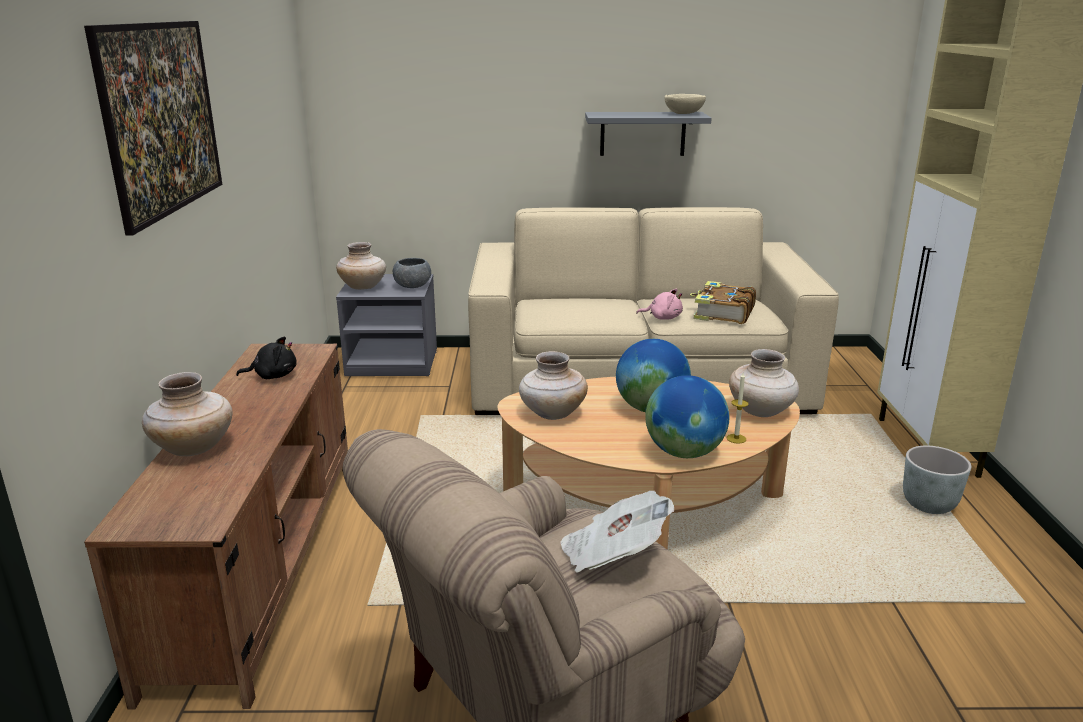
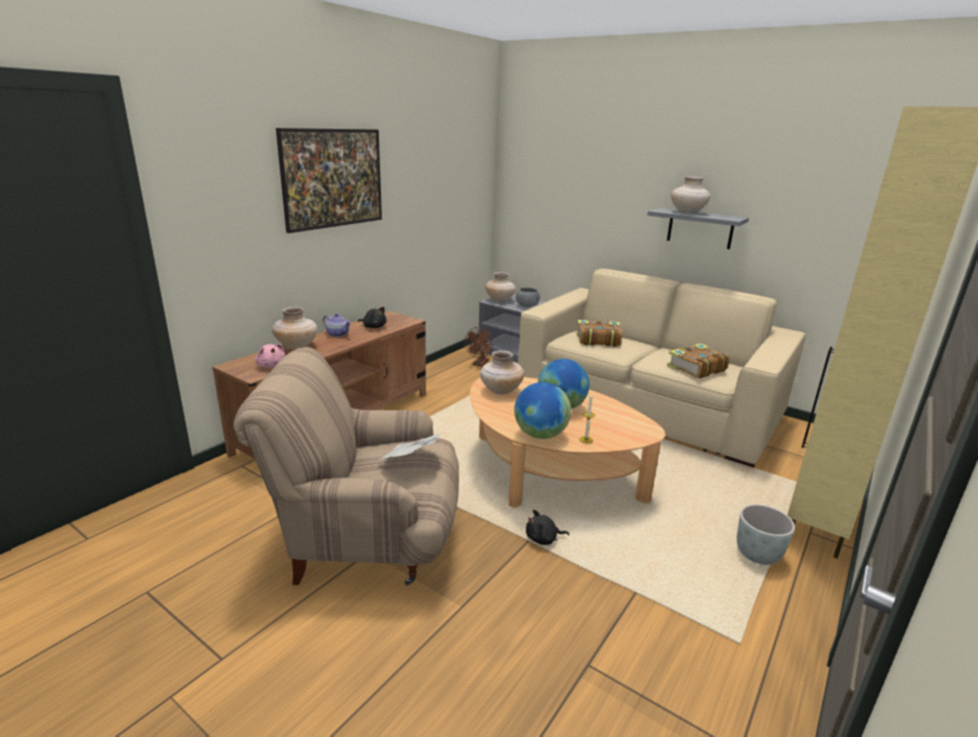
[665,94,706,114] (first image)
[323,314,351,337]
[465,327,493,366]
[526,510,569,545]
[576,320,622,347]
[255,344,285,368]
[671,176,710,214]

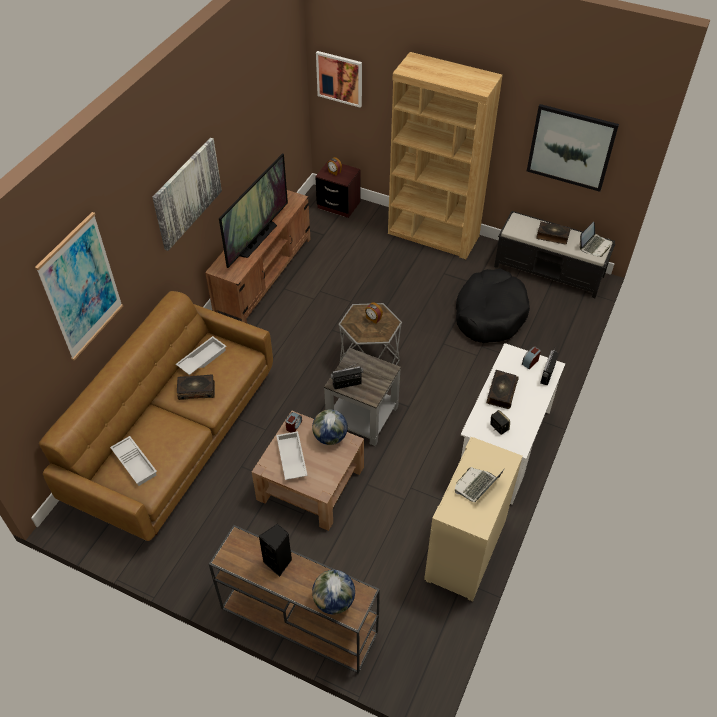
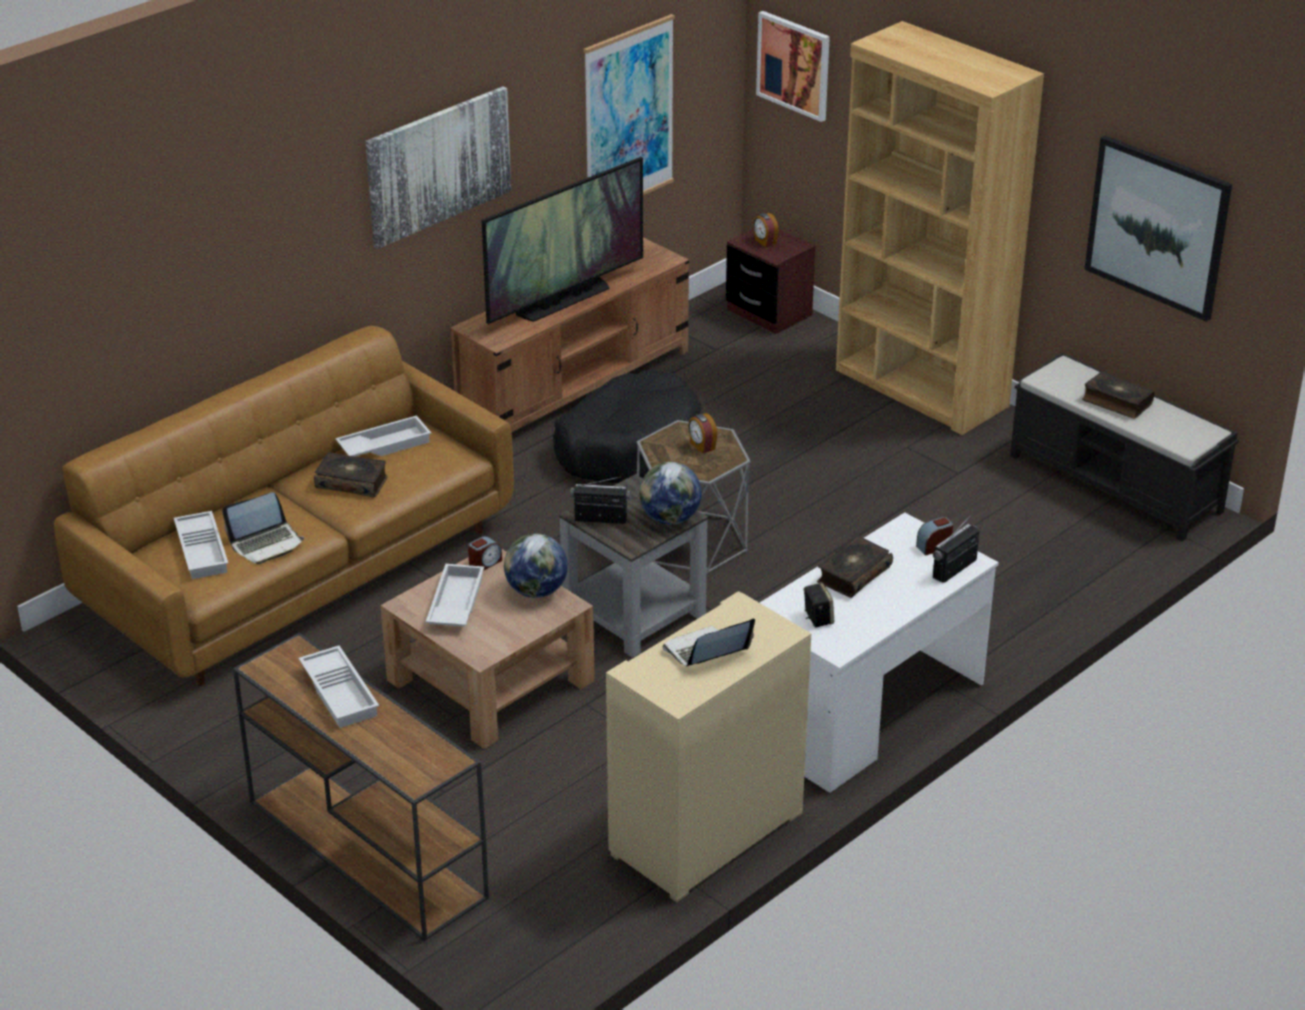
[583,14,675,195]
[639,462,702,525]
[553,369,701,483]
[222,492,304,564]
[298,645,379,728]

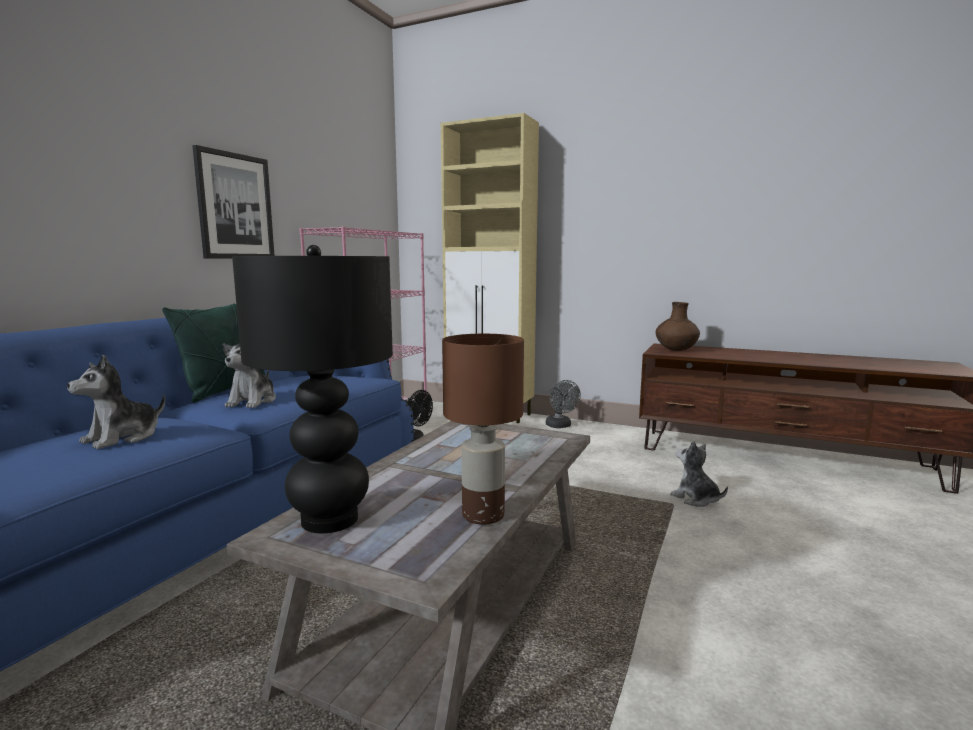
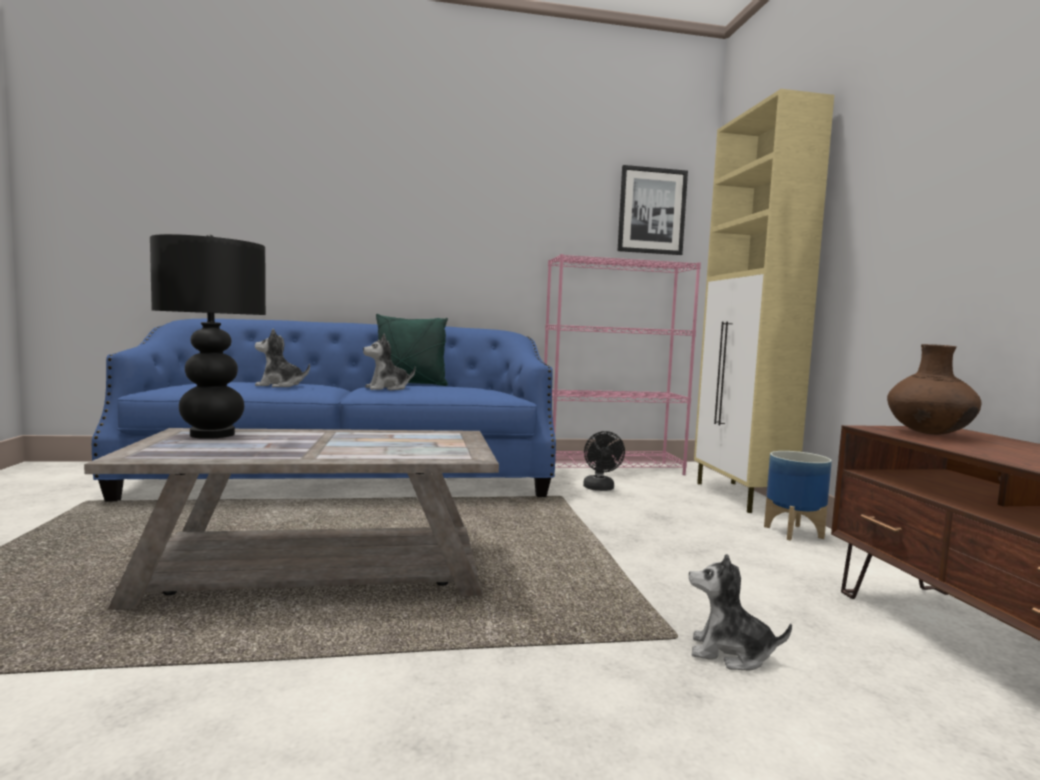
[442,334,524,524] (first image)
[618,165,688,255]
[764,451,832,541]
[689,554,792,670]

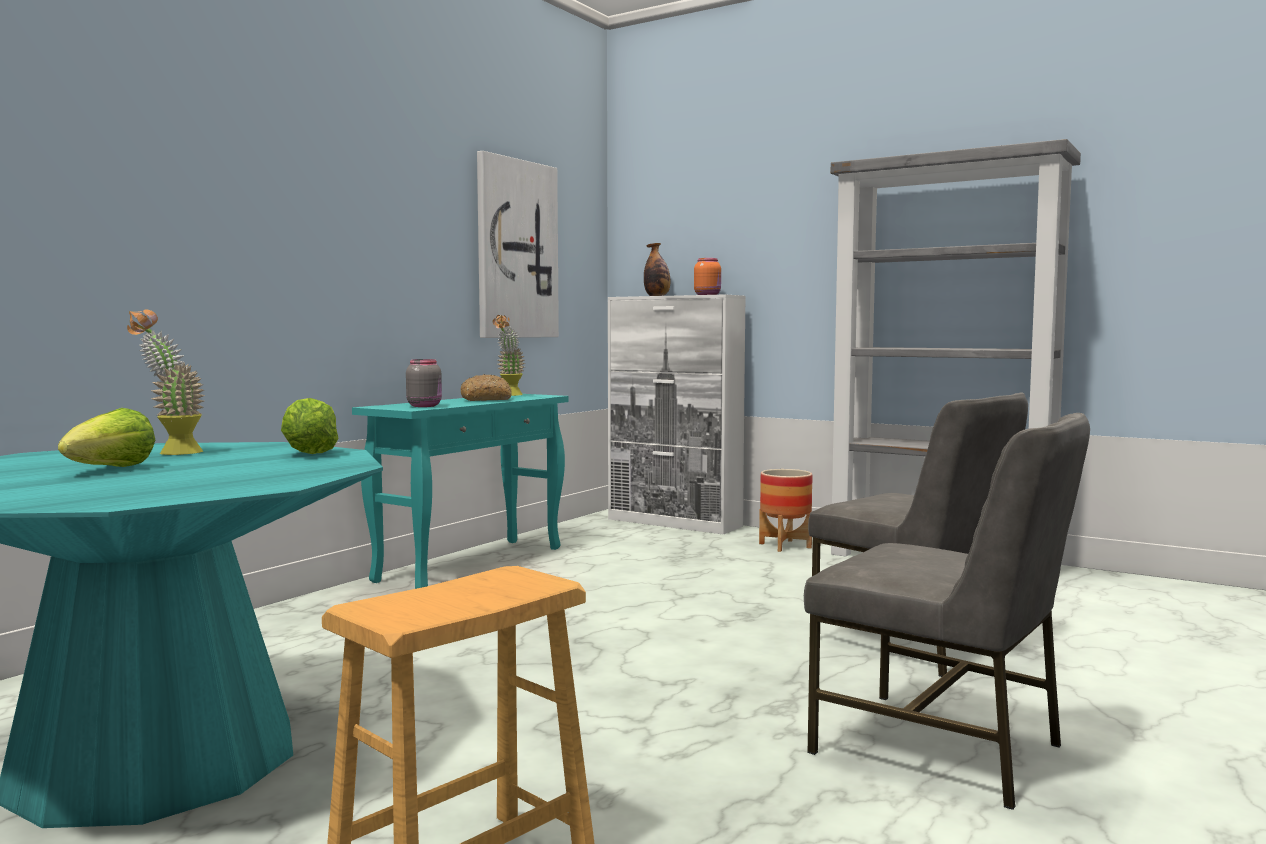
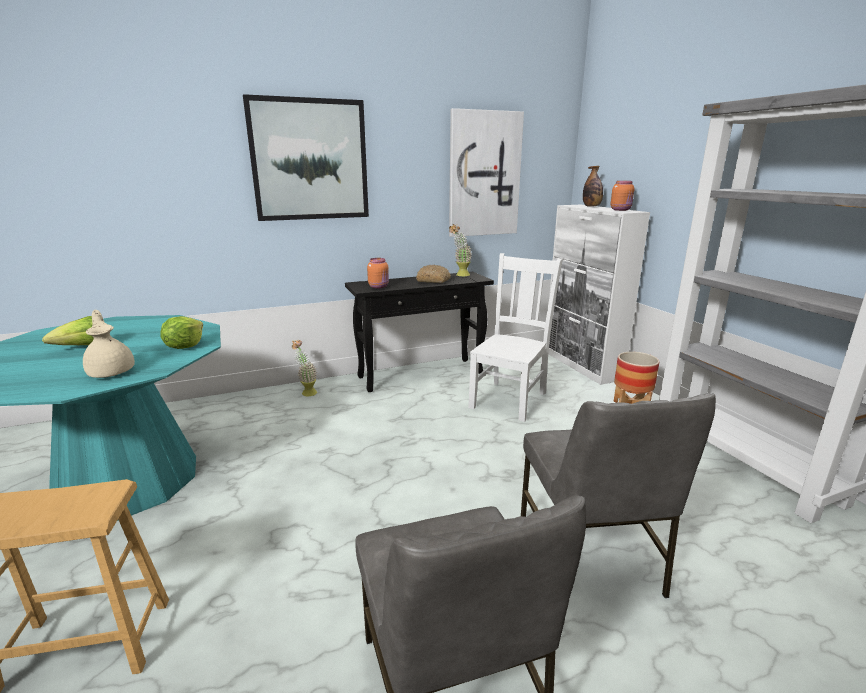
[83,310,135,378]
[243,94,369,221]
[468,253,563,422]
[292,340,317,396]
[345,272,494,392]
[367,258,389,288]

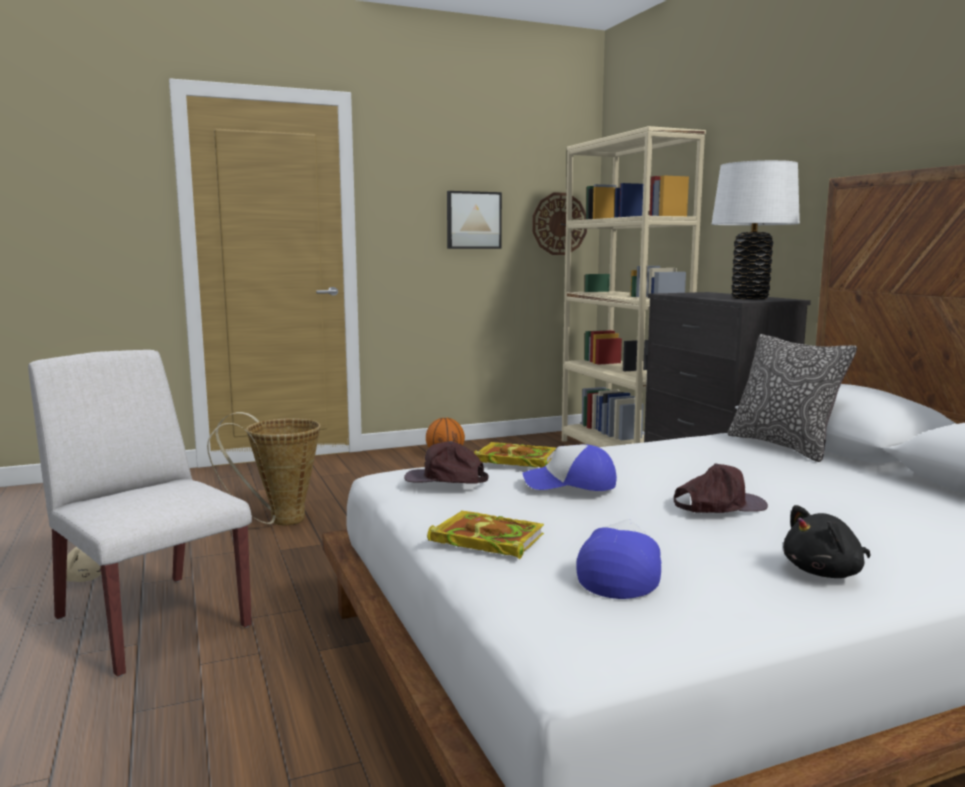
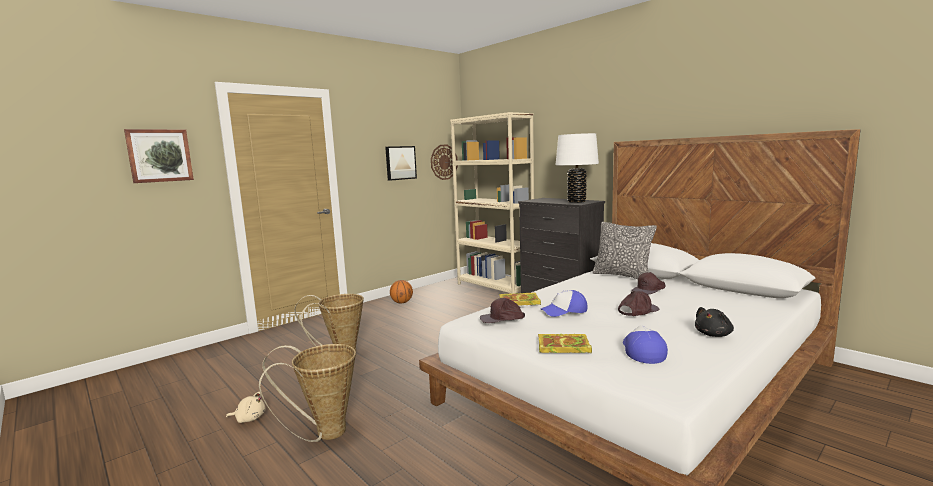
[124,129,194,183]
[631,272,666,294]
[259,344,356,442]

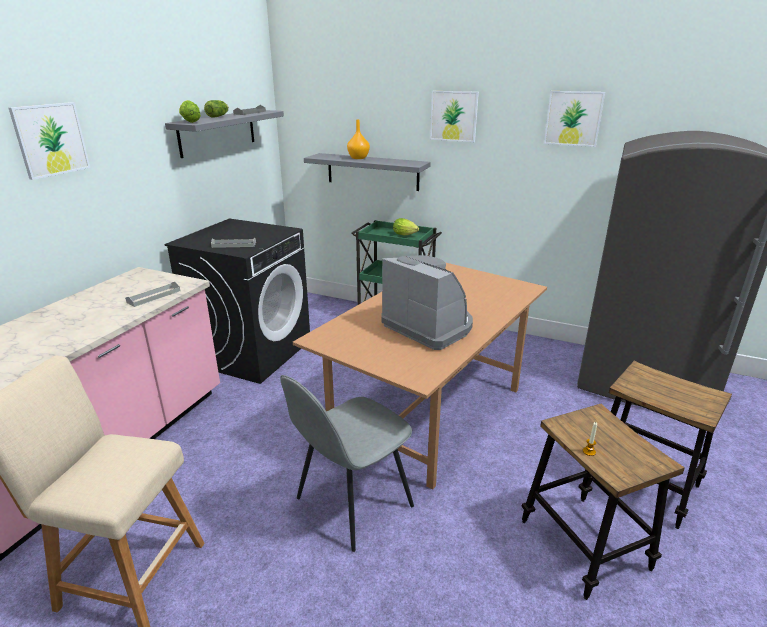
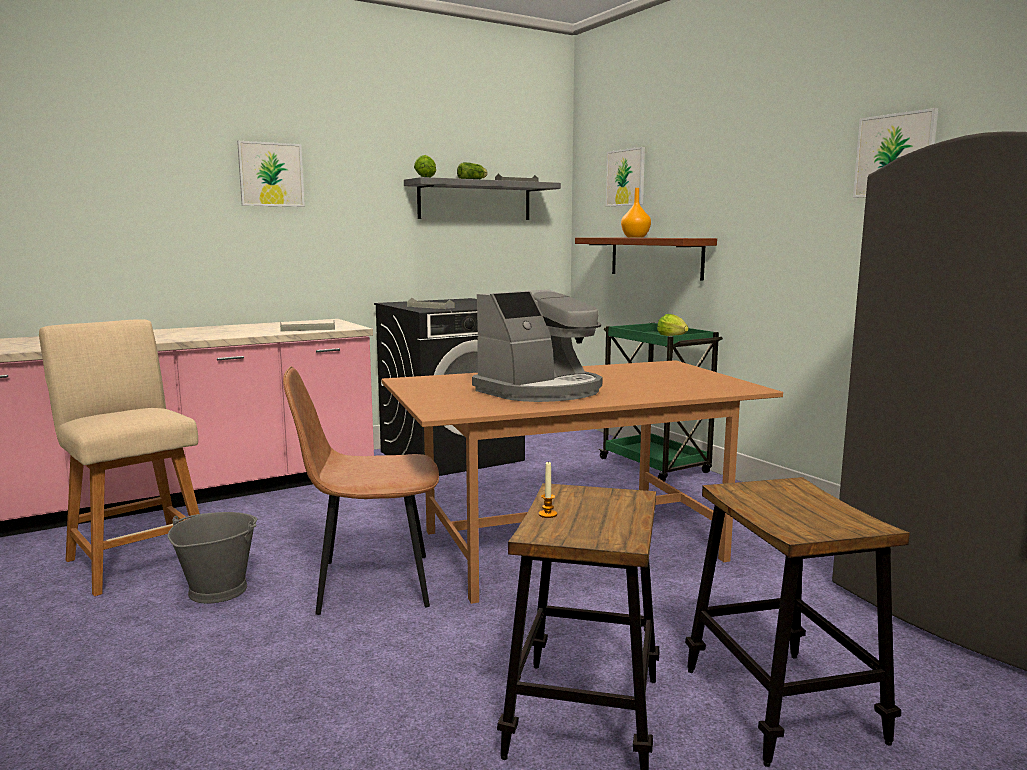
[168,512,257,604]
[606,147,645,206]
[283,366,439,615]
[575,237,717,281]
[472,289,603,402]

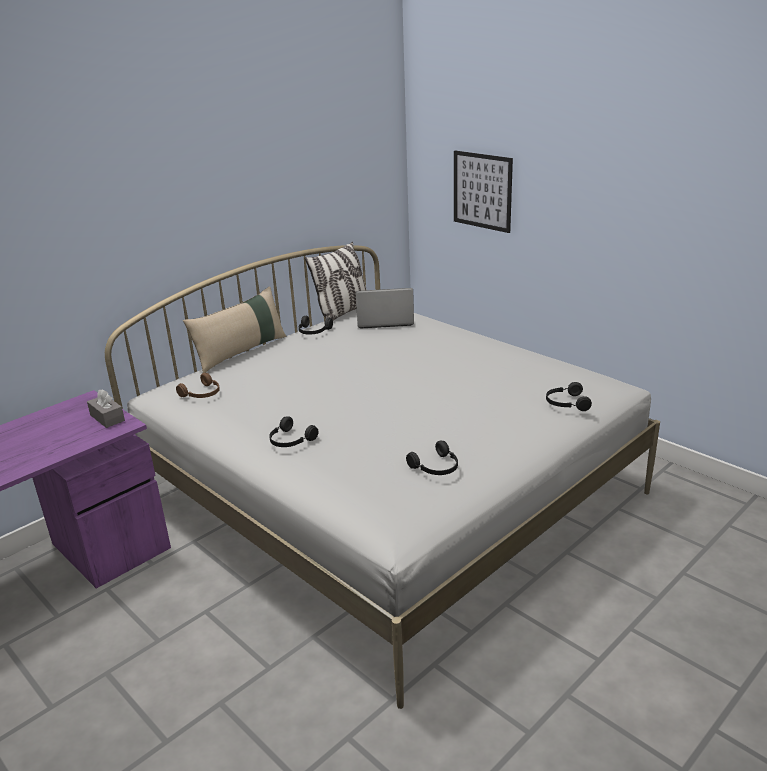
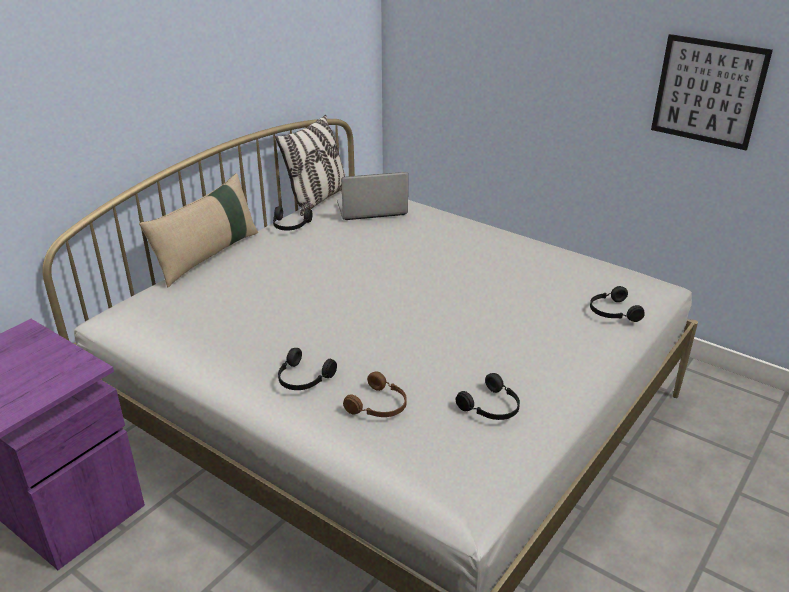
[87,389,125,428] (first image)
[343,371,407,417]
[651,34,773,150]

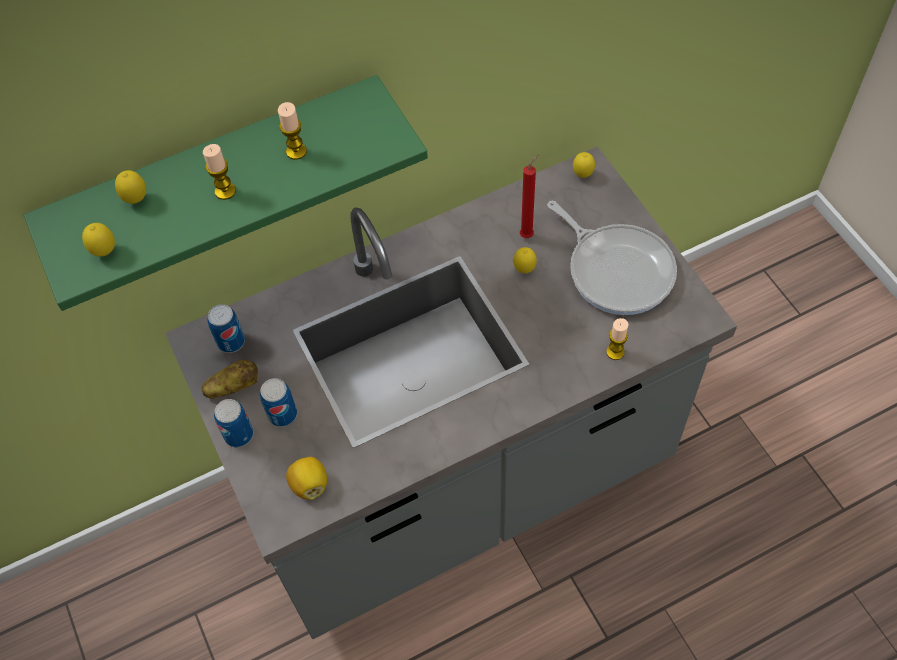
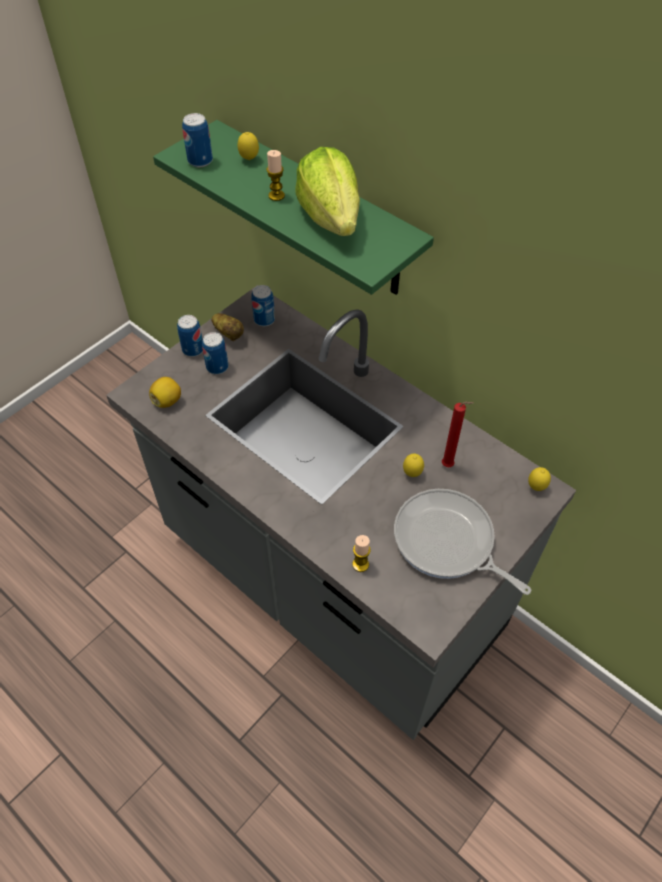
[182,113,213,167]
[295,147,360,236]
[394,489,531,595]

